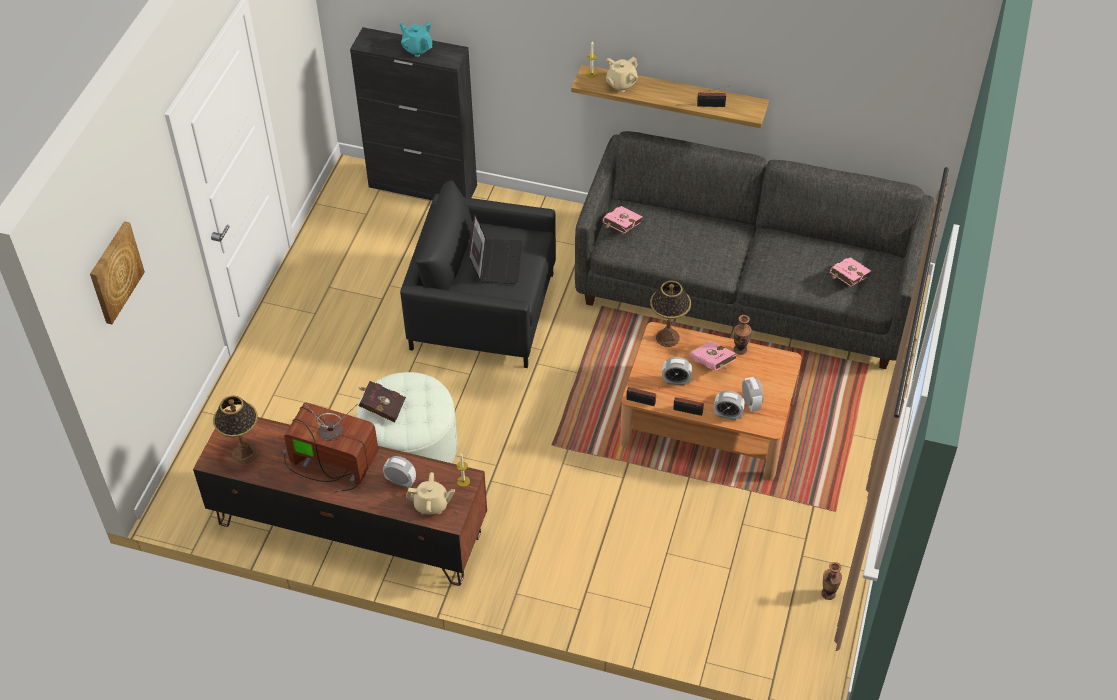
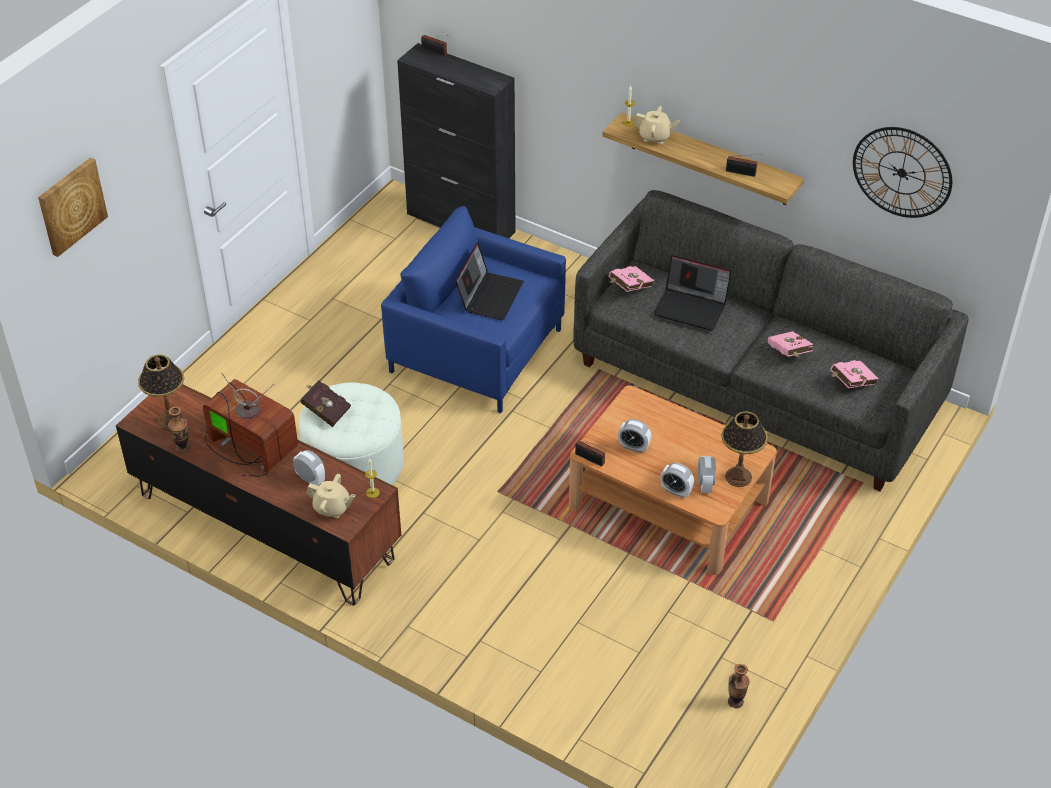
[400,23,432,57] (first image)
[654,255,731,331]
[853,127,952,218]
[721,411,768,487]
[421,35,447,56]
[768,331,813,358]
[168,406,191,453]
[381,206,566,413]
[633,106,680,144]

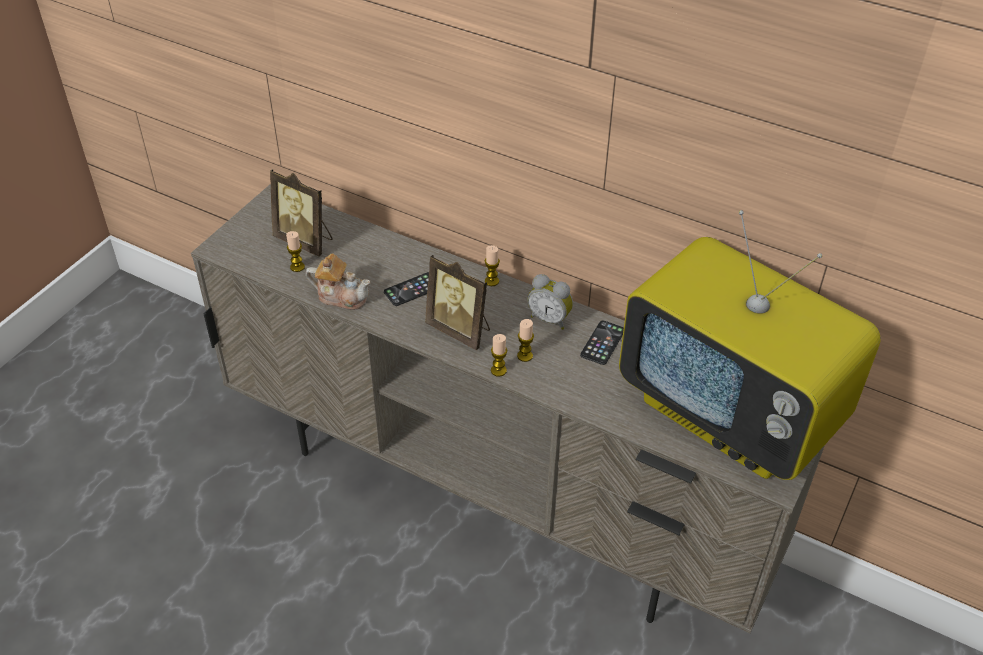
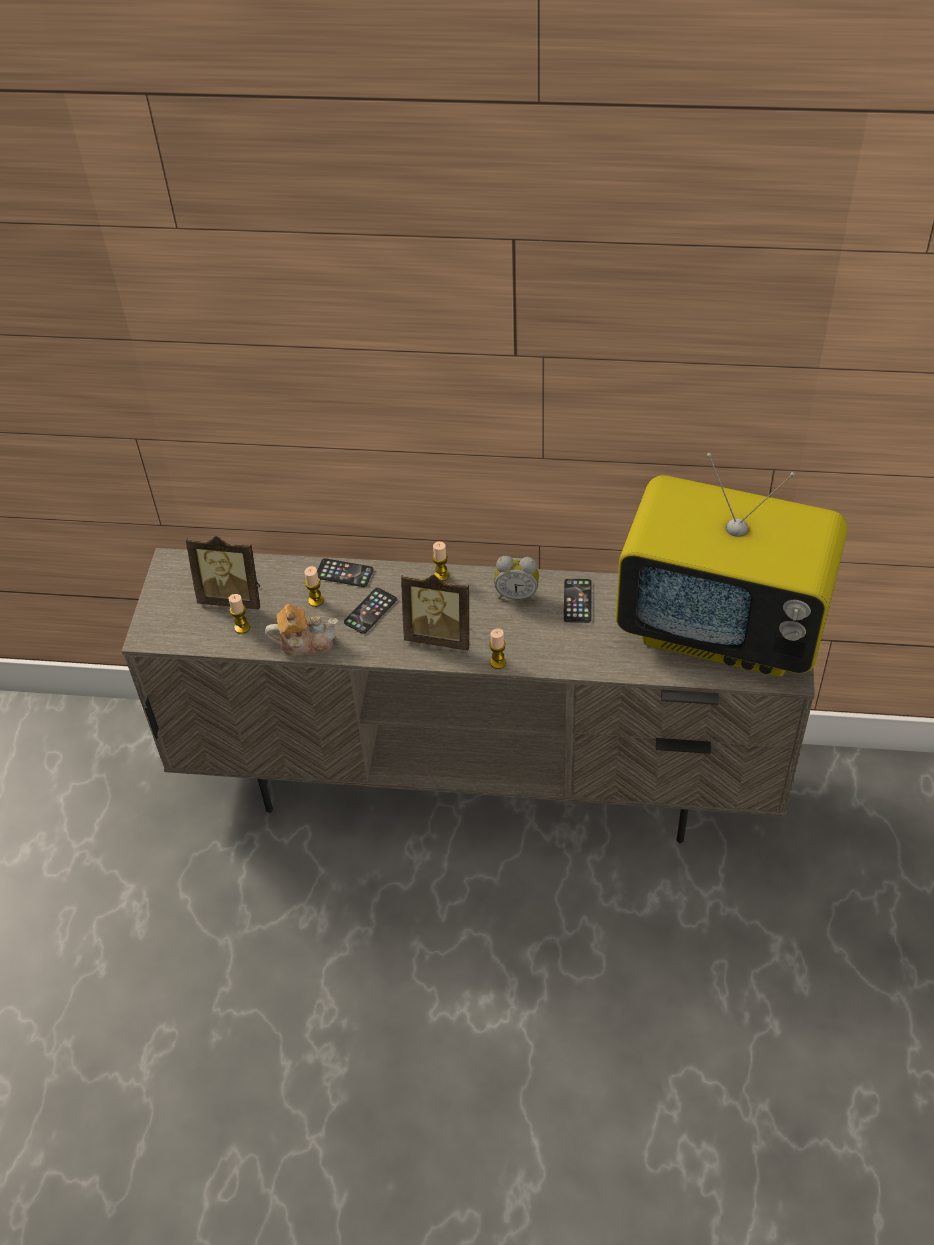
[317,558,373,587]
[305,566,324,607]

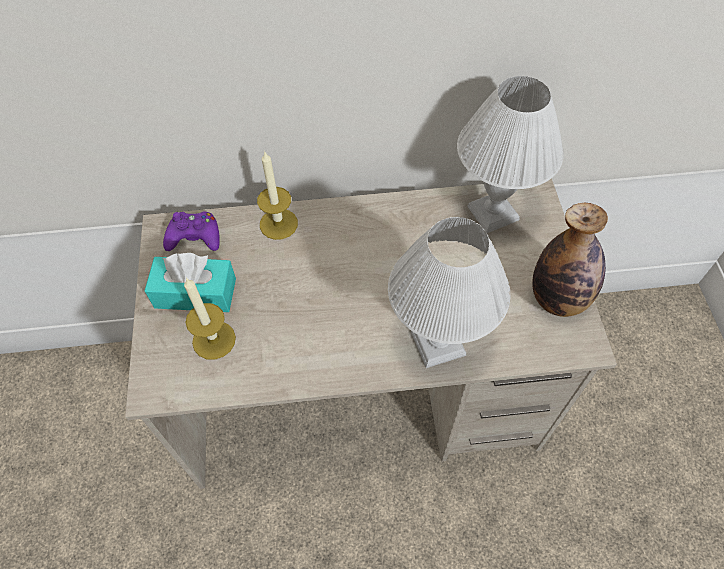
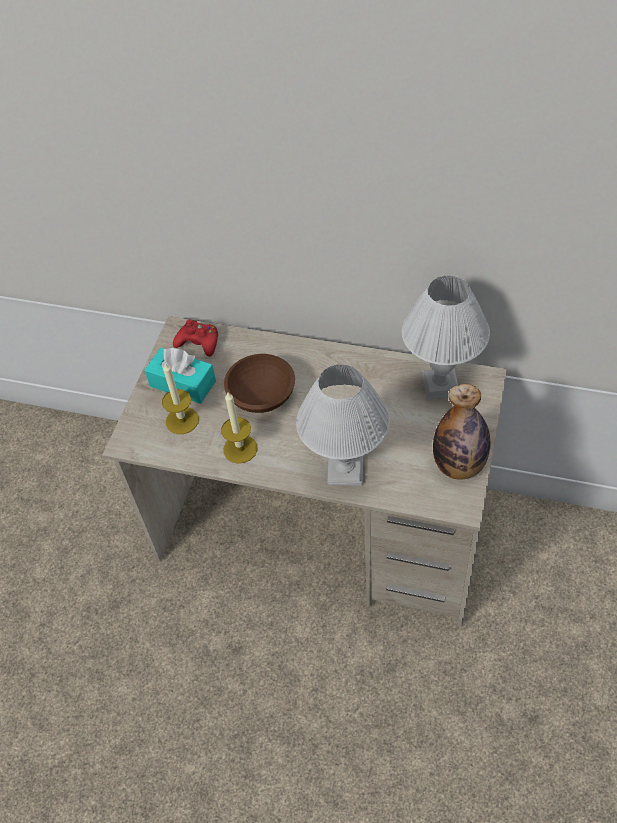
[224,354,295,413]
[221,392,257,464]
[173,319,218,356]

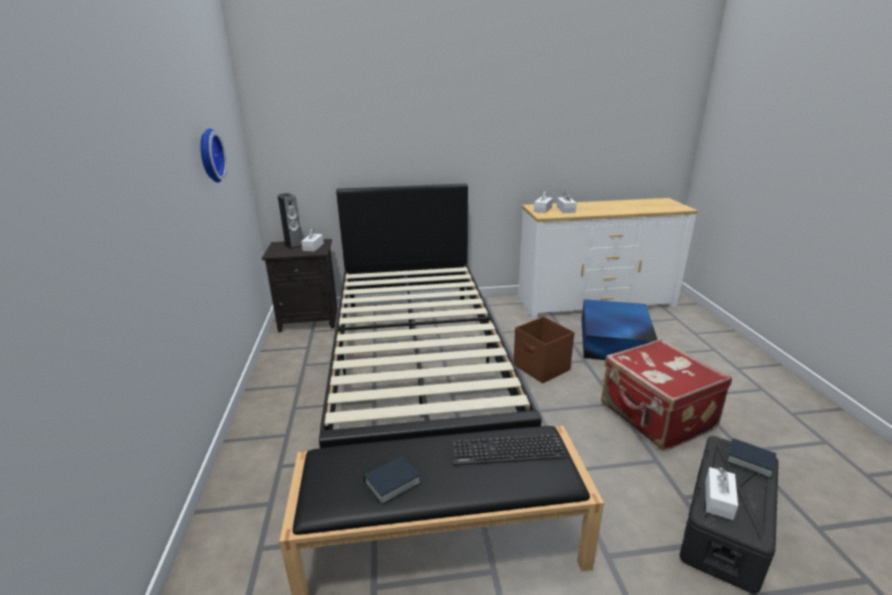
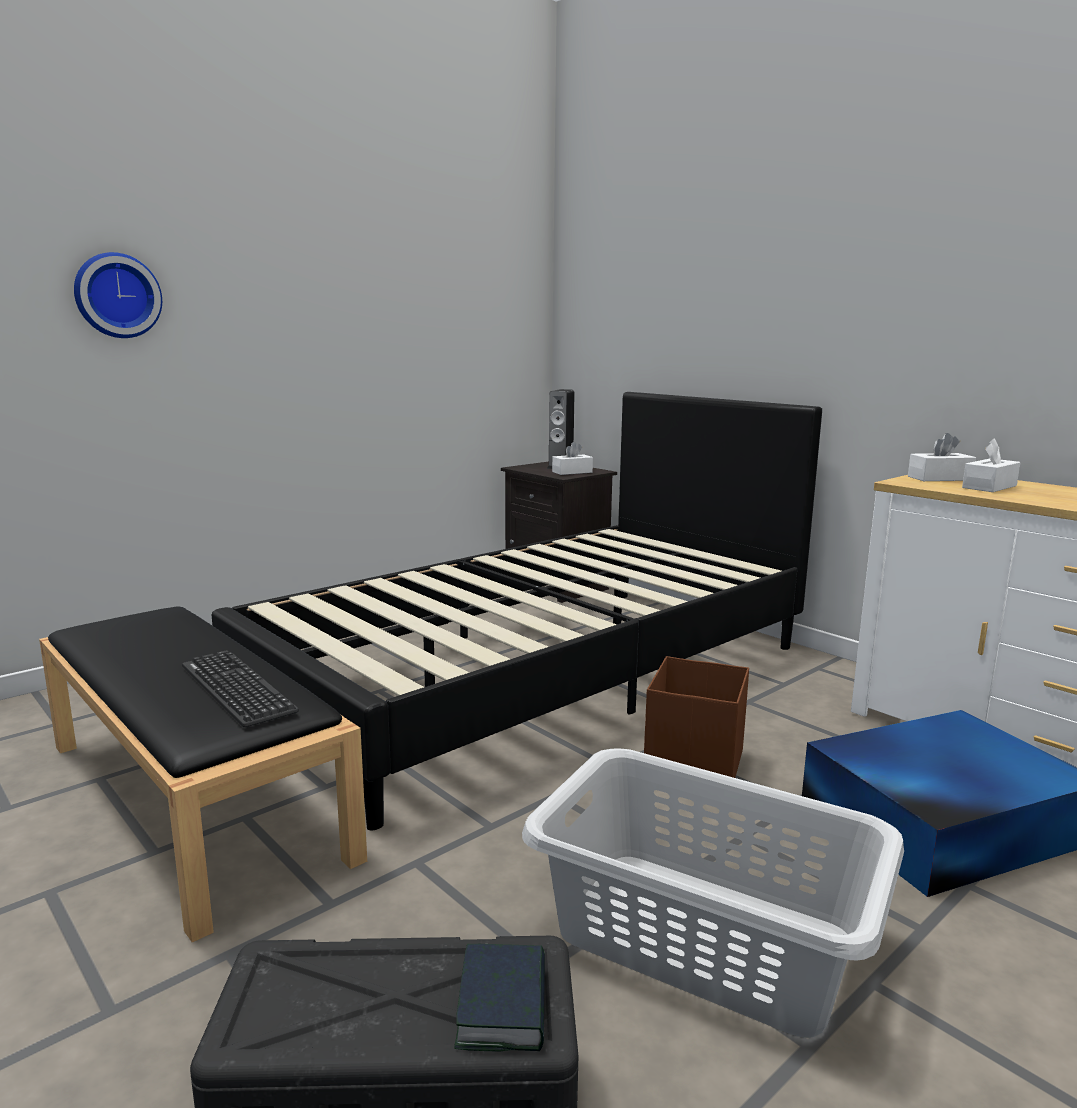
[363,456,422,505] (first image)
[705,467,738,520] (first image)
[74,252,162,338]
[522,748,904,1038]

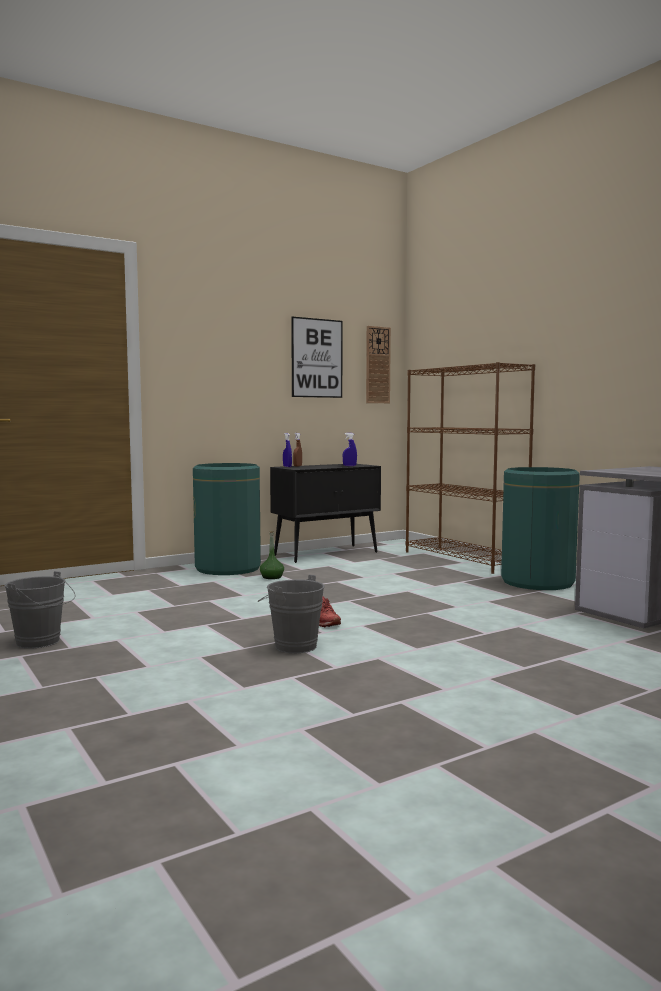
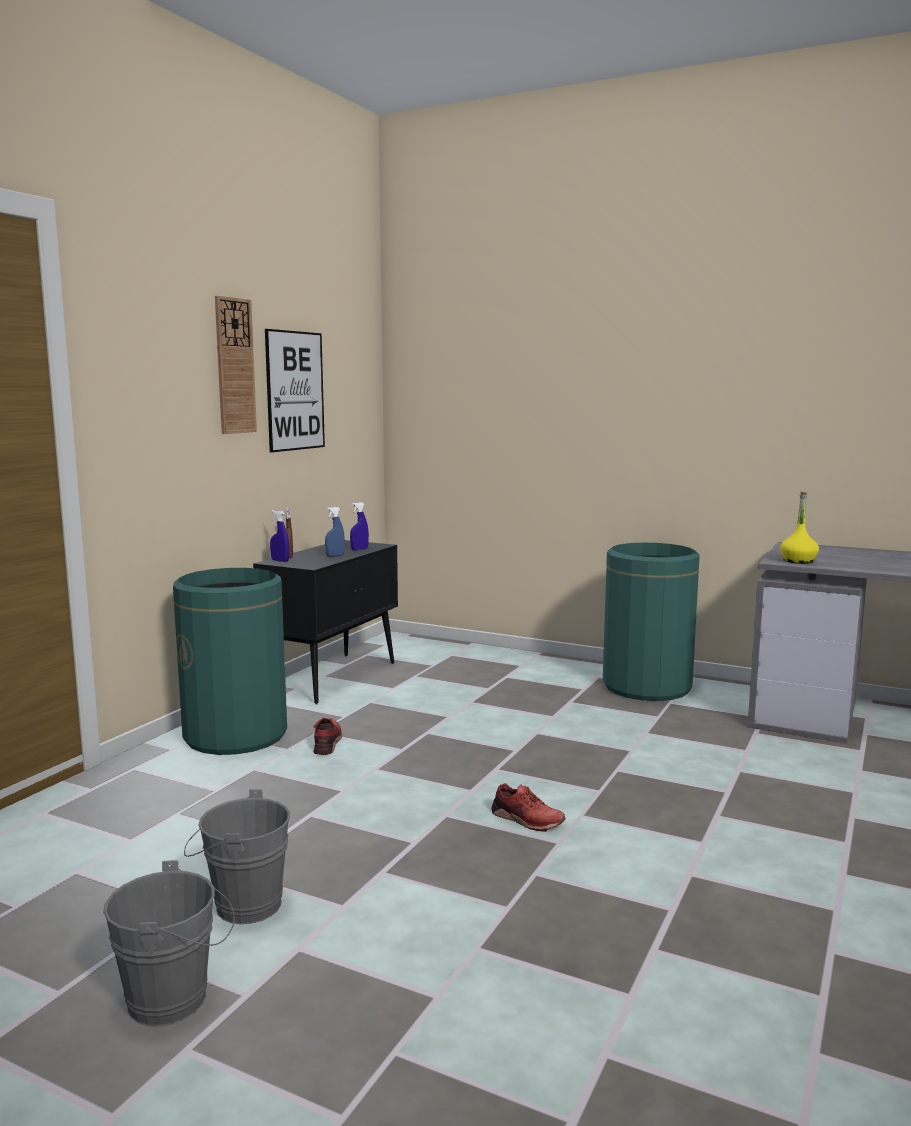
[406,362,535,574] (first image)
[325,507,345,557]
[780,492,819,564]
[184,789,290,924]
[215,296,257,434]
[313,717,342,755]

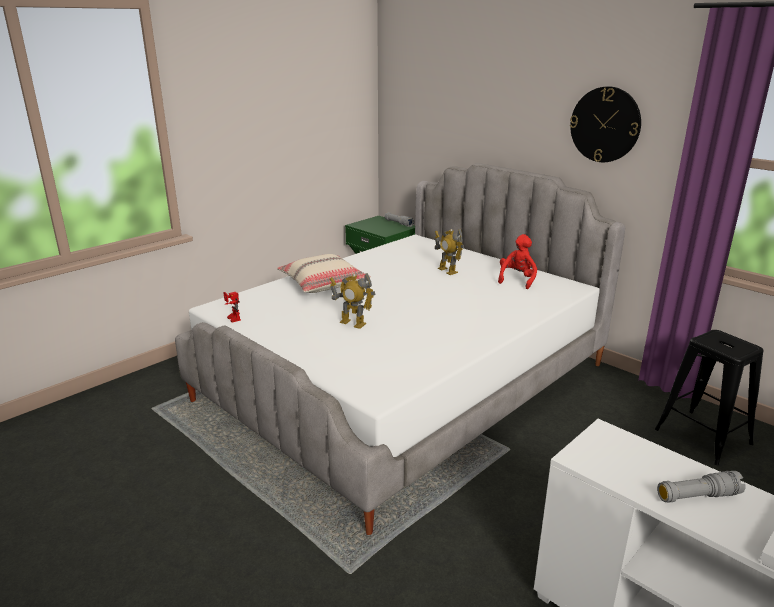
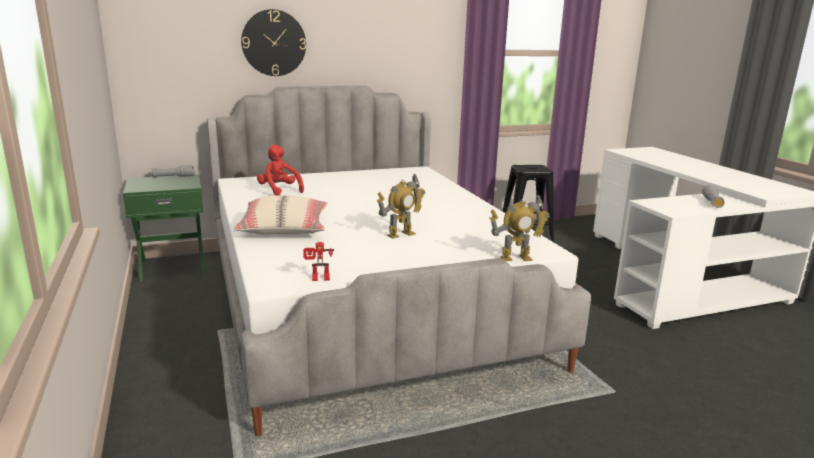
[489,194,550,261]
[257,145,304,195]
[241,9,306,76]

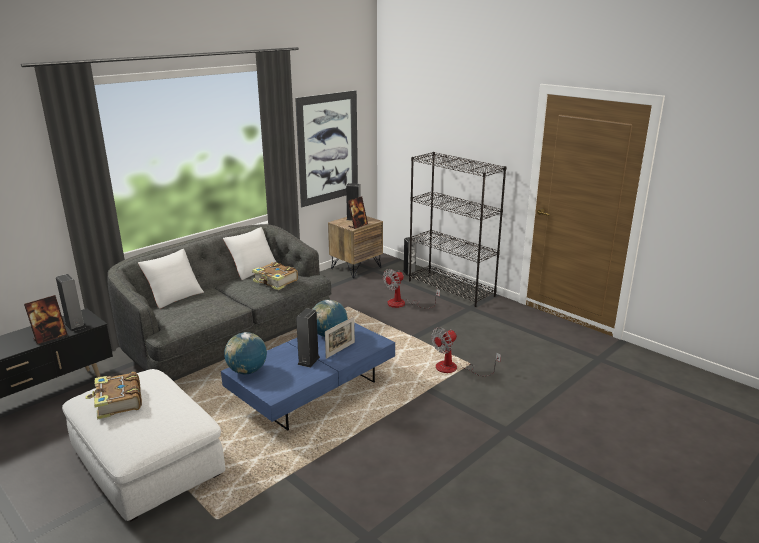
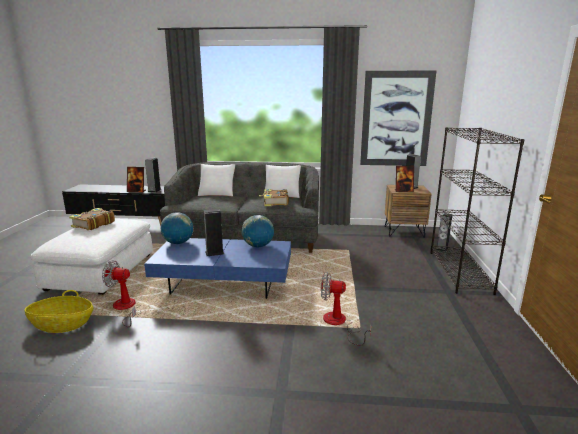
[325,316,355,359] (first image)
[25,290,93,333]
[102,260,141,327]

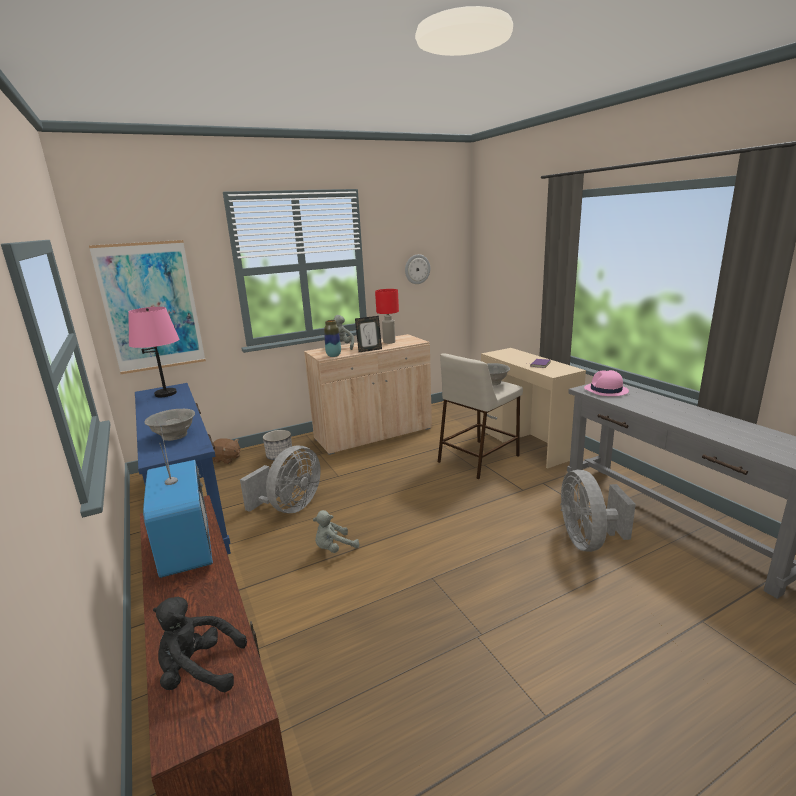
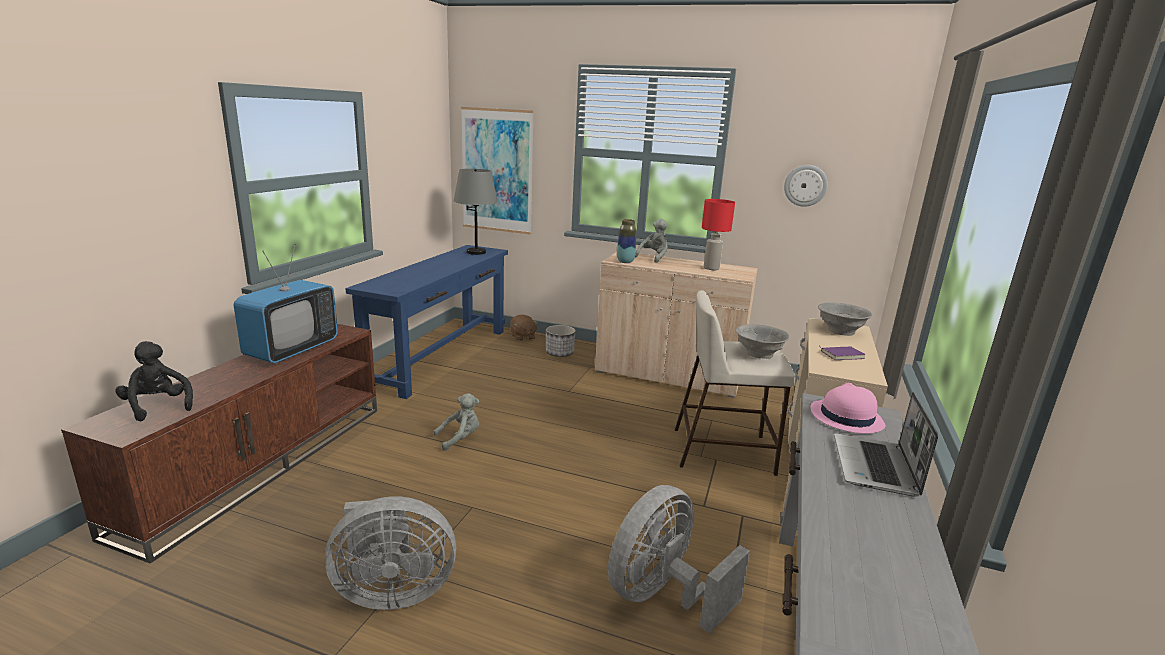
[355,316,382,352] (first image)
[834,392,938,497]
[818,302,872,336]
[325,497,456,610]
[454,169,498,255]
[434,393,479,451]

